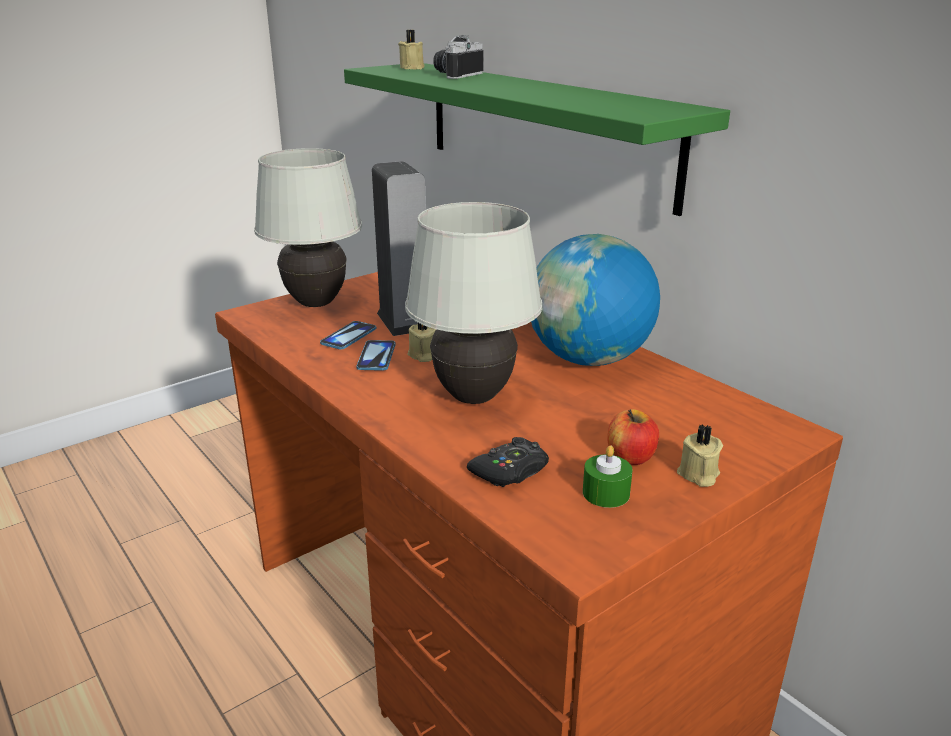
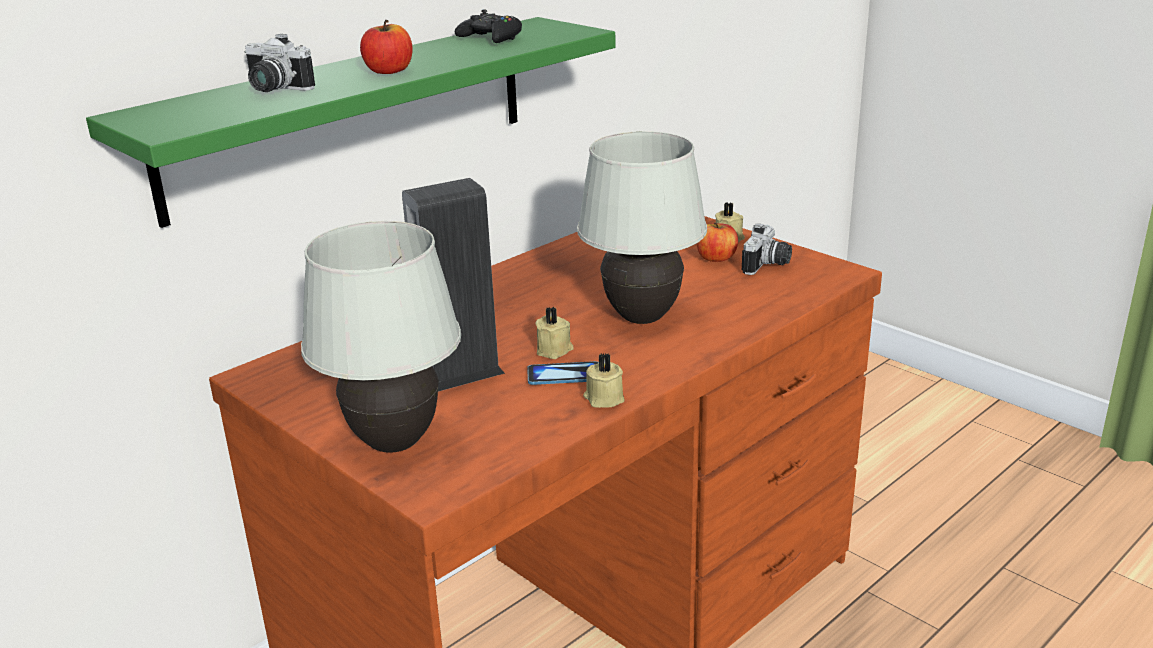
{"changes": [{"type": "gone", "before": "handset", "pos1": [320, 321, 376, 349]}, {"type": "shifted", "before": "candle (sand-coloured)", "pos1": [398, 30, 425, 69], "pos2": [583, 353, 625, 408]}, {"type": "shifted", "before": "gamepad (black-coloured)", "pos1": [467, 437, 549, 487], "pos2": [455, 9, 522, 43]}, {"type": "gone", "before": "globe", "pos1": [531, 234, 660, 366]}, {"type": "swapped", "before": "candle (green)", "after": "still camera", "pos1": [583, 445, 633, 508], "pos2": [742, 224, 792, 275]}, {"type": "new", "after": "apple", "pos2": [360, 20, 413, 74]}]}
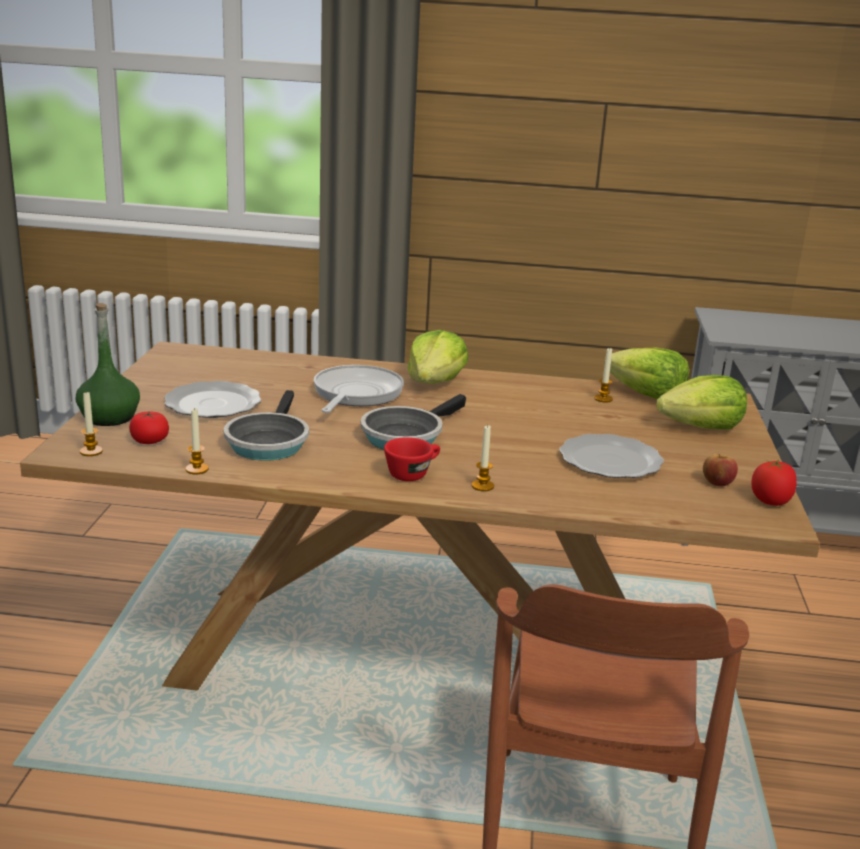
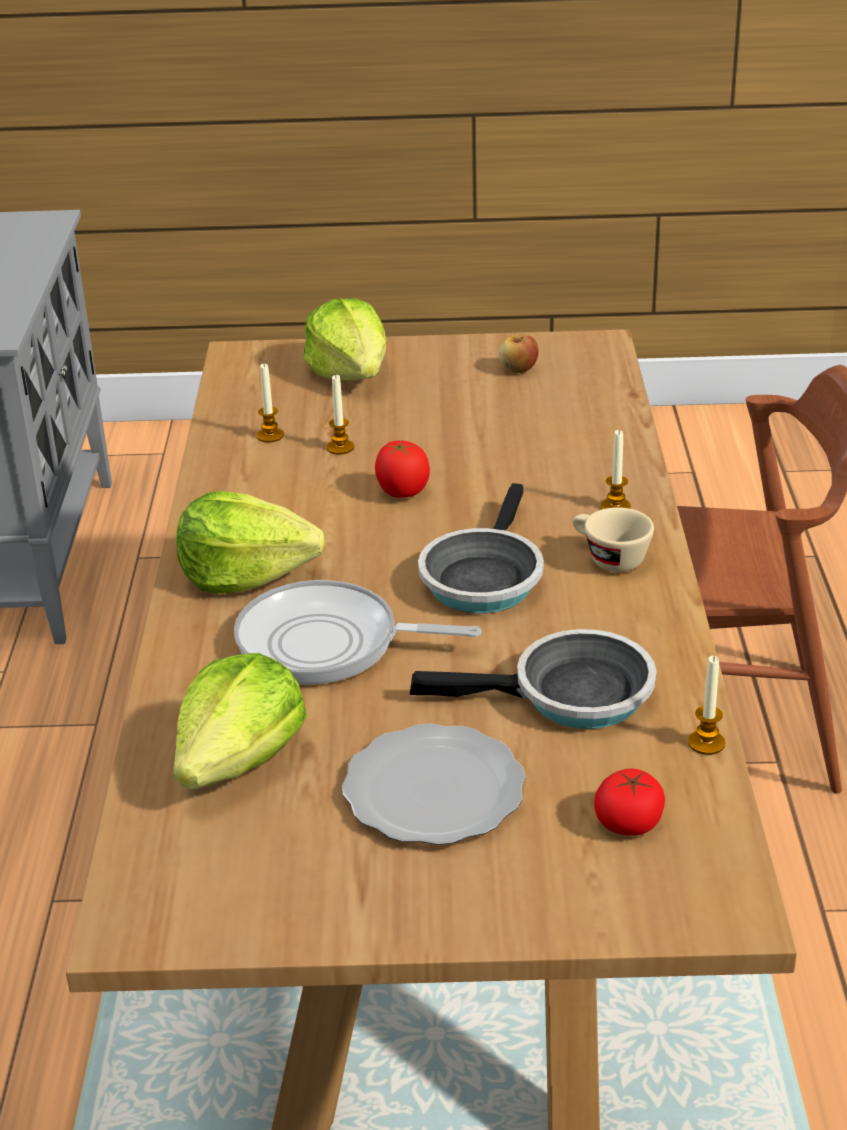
{"changes": [{"type": "gone", "before": "bottle (green)", "pos1": [76, 303, 140, 426]}, {"type": "shifted", "before": "candle", "pos1": [80, 392, 103, 456], "pos2": [327, 375, 354, 455]}, {"type": "rotated", "before": "skillet", "pos1": [360, 394, 466, 450], "pos2": [418, 483, 544, 613], "turn": 75}, {"type": "repainted", "before": "cup (red)", "after": "cup (sand-coloured)", "pos1": [384, 437, 440, 481], "pos2": [573, 507, 654, 572]}, {"type": "gone", "before": "flat dish", "pos1": [559, 434, 664, 478]}, {"type": "shifted", "before": "lettuce head", "pos1": [604, 347, 689, 399], "pos2": [173, 653, 307, 789]}, {"type": "shifted", "before": "whole tomato", "pos1": [751, 460, 797, 506], "pos2": [375, 440, 430, 498]}]}
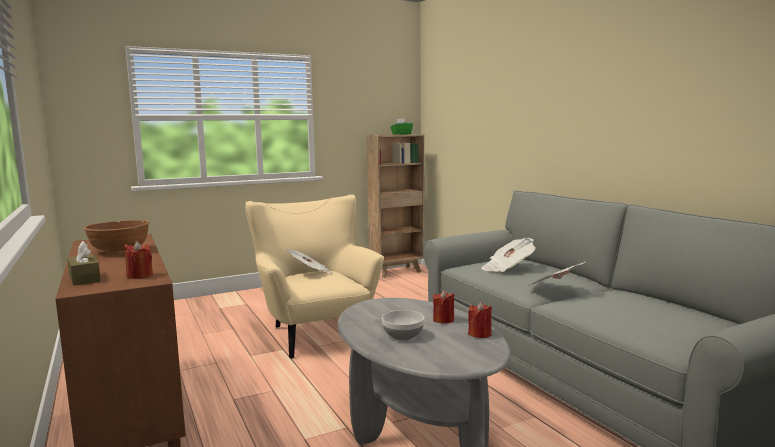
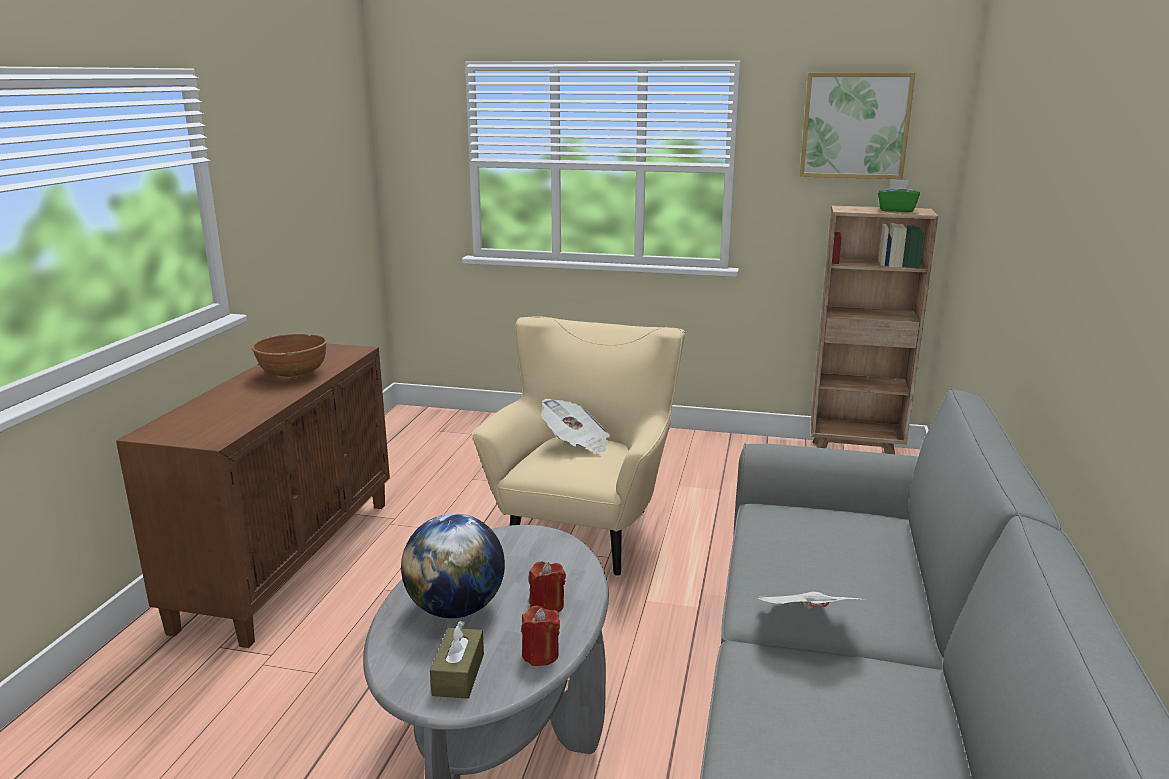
{"changes": [{"type": "shifted", "before": "tissue holder (brown-coloured)", "pos1": [67, 241, 101, 285], "pos2": [430, 621, 484, 699]}, {"type": "gone", "before": "candle (red)", "pos1": [125, 241, 153, 279]}, {"type": "swapped", "before": "bowl", "after": "globe", "pos1": [382, 310, 425, 340], "pos2": [401, 513, 505, 618]}, {"type": "gone", "before": "printed paper", "pos1": [481, 238, 535, 272]}, {"type": "new", "after": "picture", "pos2": [800, 73, 915, 179]}]}
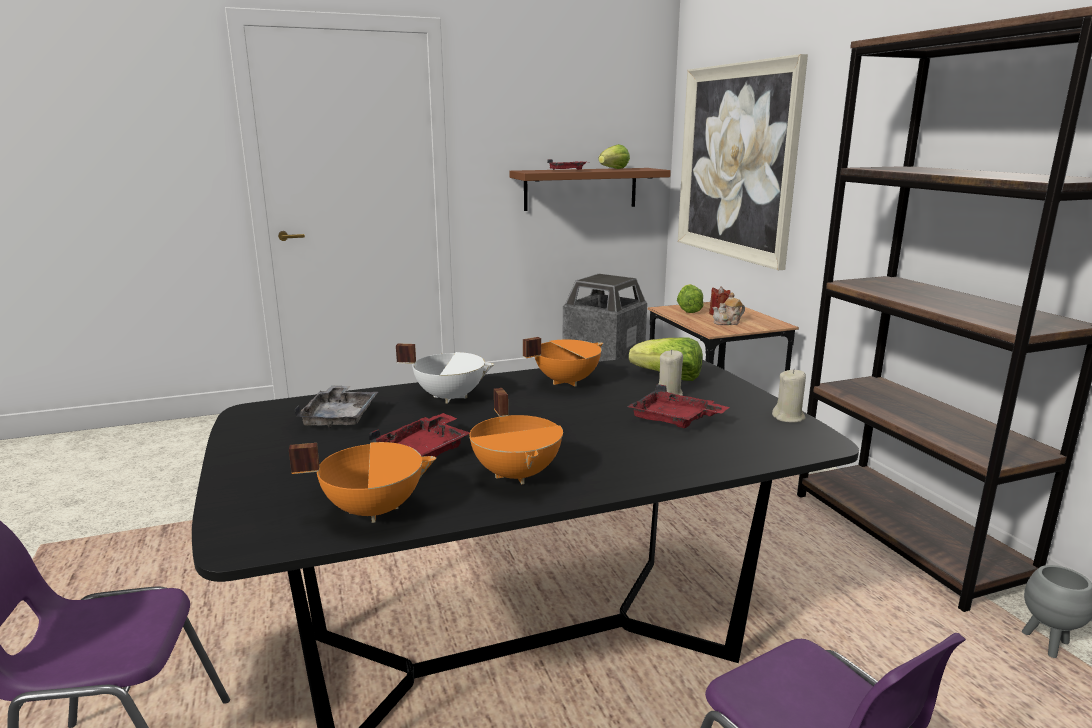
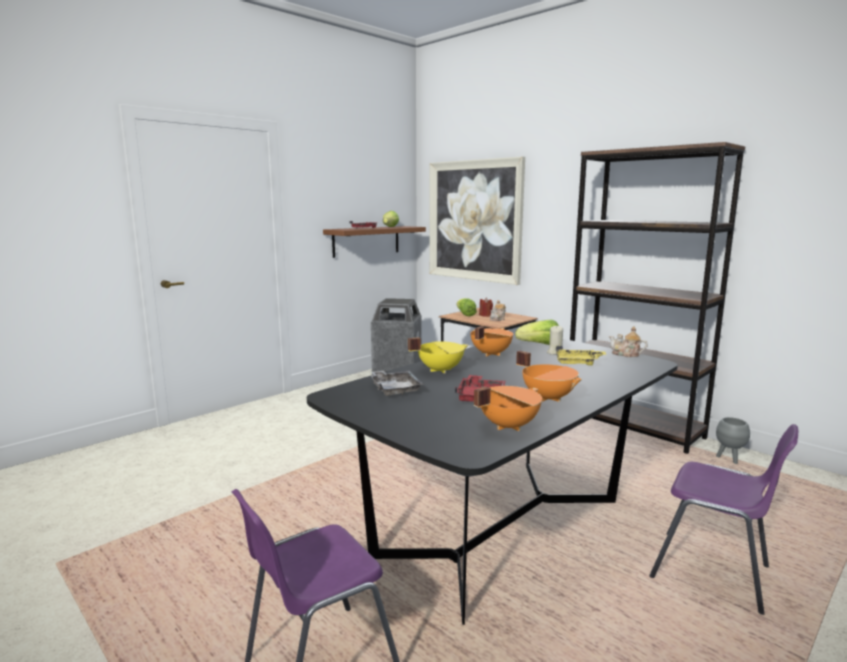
{"changes": [{"type": "repainted", "before": "cooking pot (white-coloured)", "after": "cooking pot (yellow-coloured)", "pos1": [396, 344, 494, 404], "pos2": [408, 337, 468, 374]}, {"type": "repainted", "before": "carrying tray (red)", "after": "carrying tray (yellow-coloured)", "pos1": [627, 384, 729, 428], "pos2": [556, 346, 606, 365]}, {"type": "swapped", "before": "candle (sand-coloured)", "after": "tea pot", "pos1": [772, 369, 806, 423], "pos2": [609, 326, 648, 357]}]}
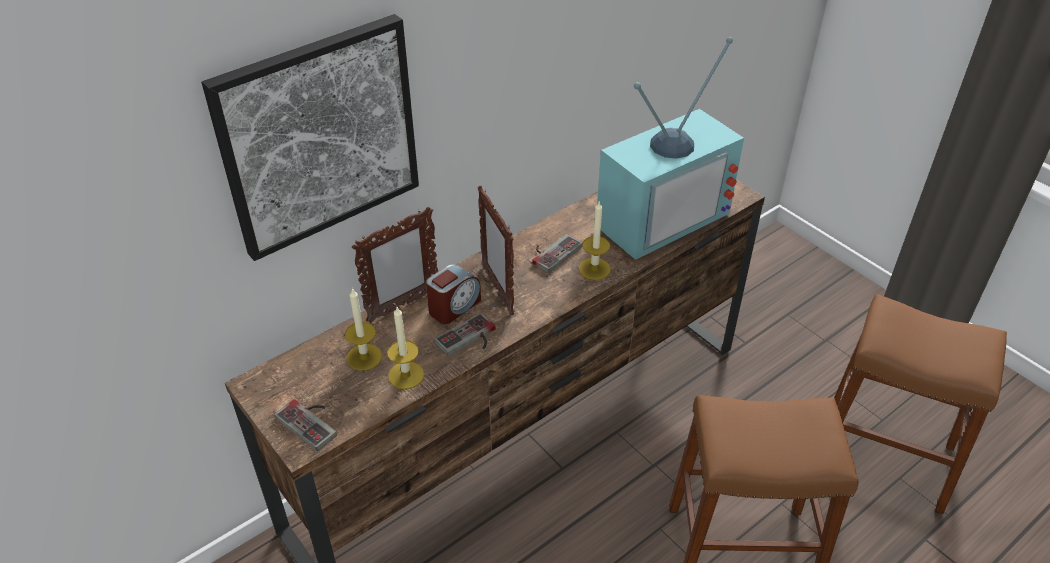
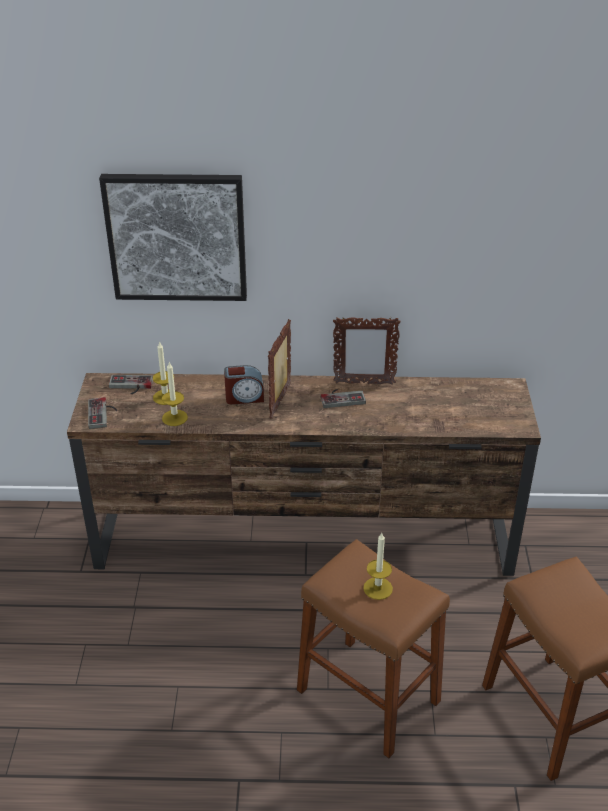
{"changes": [{"type": "shifted", "before": "photo frame", "pos1": [352, 207, 438, 323], "pos2": [333, 316, 401, 385]}, {"type": "shifted", "before": "gamepad", "pos1": [434, 313, 496, 356], "pos2": [109, 375, 153, 394]}, {"type": "shifted", "before": "candle", "pos1": [579, 200, 611, 280], "pos2": [363, 533, 393, 600]}, {"type": "gone", "before": "TV set", "pos1": [597, 37, 744, 260]}]}
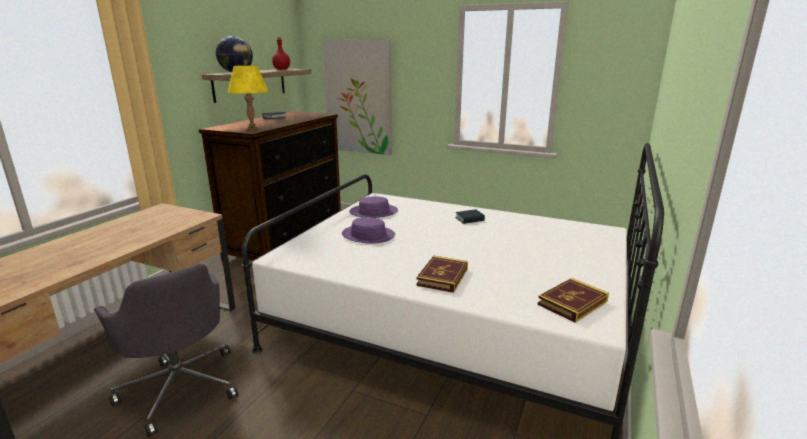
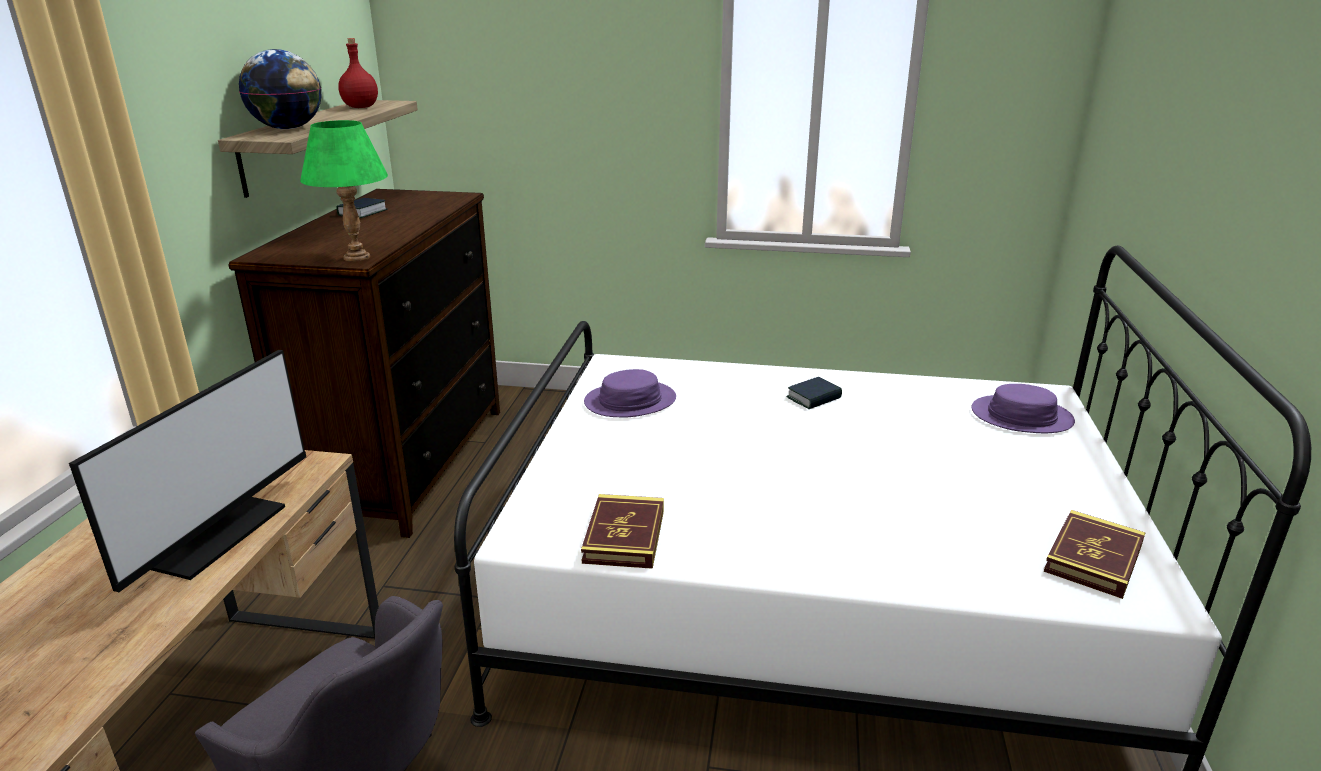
{"changes": [{"type": "repainted", "before": "tabletop lamp (yellow-coloured)", "after": "tabletop lamp (green)", "pos1": [228, 65, 268, 132], "pos2": [300, 120, 388, 262]}, {"type": "gone", "before": "picture", "pos1": [323, 39, 392, 155]}, {"type": "shifted", "before": "wearable hat (purple)", "pos1": [342, 217, 395, 244], "pos2": [972, 384, 1075, 433]}, {"type": "shifted", "before": "book", "pos1": [416, 256, 468, 293], "pos2": [581, 494, 664, 569]}, {"type": "new", "after": "computer display", "pos2": [69, 350, 306, 592]}]}
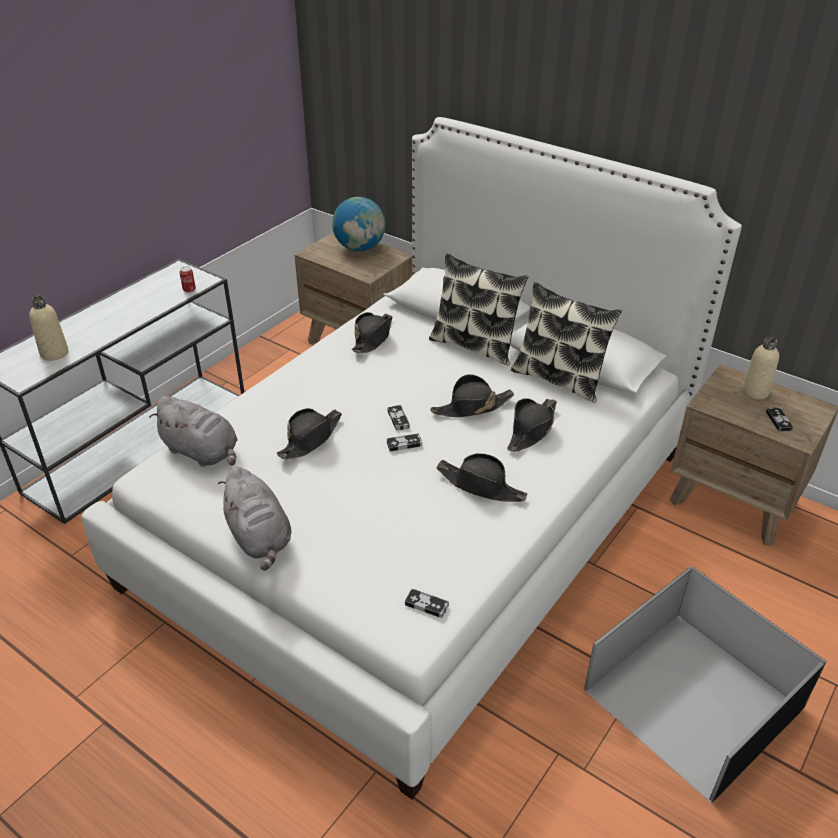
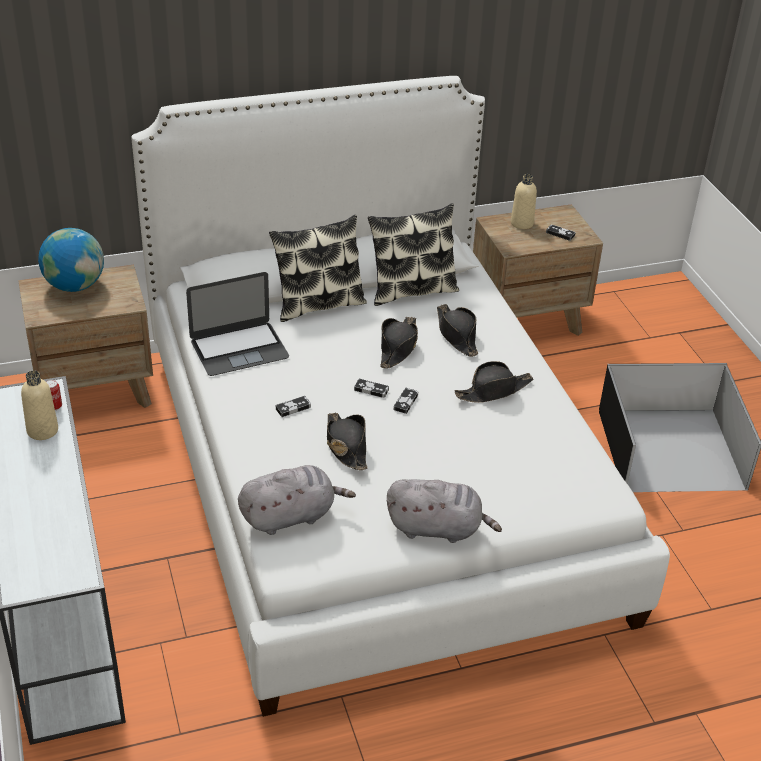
{"changes": [{"type": "shifted", "before": "bottle (sand-coloured)", "pos1": [29, 296, 68, 361], "pos2": [21, 370, 58, 440]}, {"type": "swapped", "before": "wearable hat (black-coloured)", "after": "notebook computer", "pos1": [352, 312, 393, 353], "pos2": [186, 272, 289, 376]}, {"type": "shifted", "before": "gamepad", "pos1": [405, 589, 449, 618], "pos2": [276, 396, 311, 417]}]}
